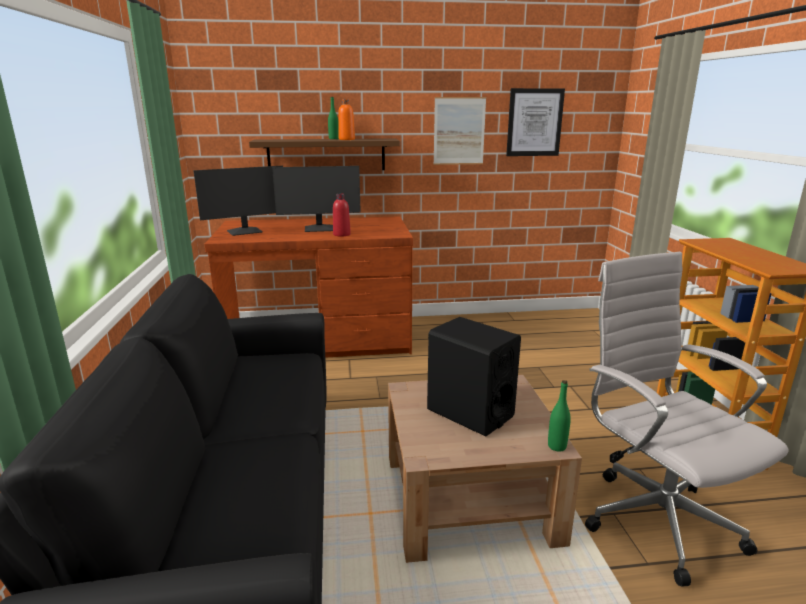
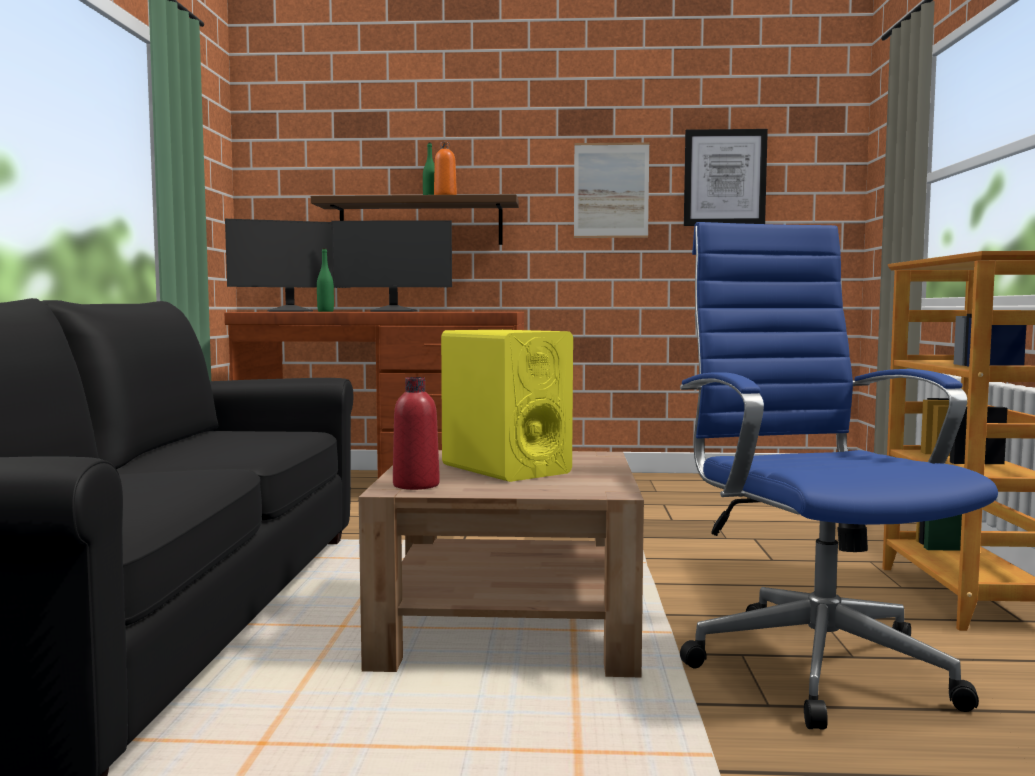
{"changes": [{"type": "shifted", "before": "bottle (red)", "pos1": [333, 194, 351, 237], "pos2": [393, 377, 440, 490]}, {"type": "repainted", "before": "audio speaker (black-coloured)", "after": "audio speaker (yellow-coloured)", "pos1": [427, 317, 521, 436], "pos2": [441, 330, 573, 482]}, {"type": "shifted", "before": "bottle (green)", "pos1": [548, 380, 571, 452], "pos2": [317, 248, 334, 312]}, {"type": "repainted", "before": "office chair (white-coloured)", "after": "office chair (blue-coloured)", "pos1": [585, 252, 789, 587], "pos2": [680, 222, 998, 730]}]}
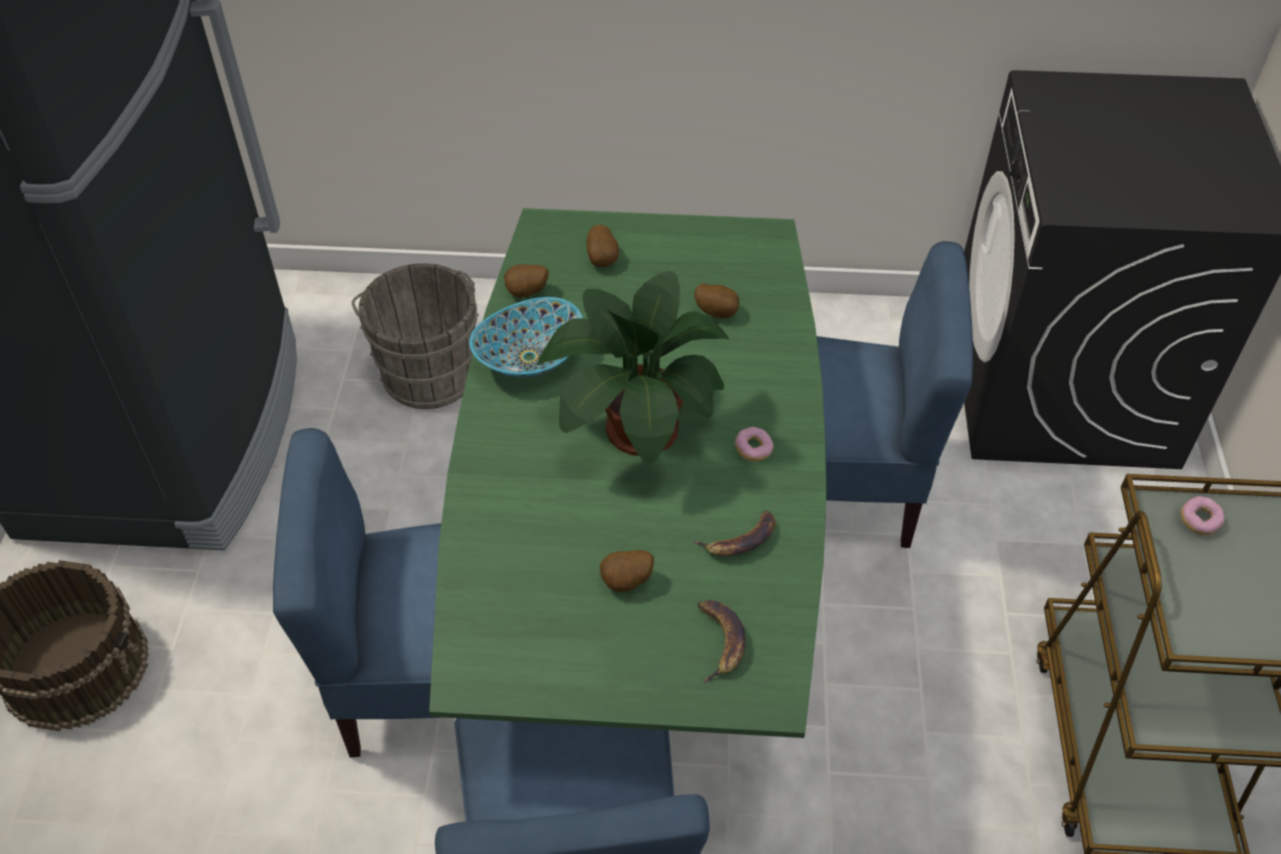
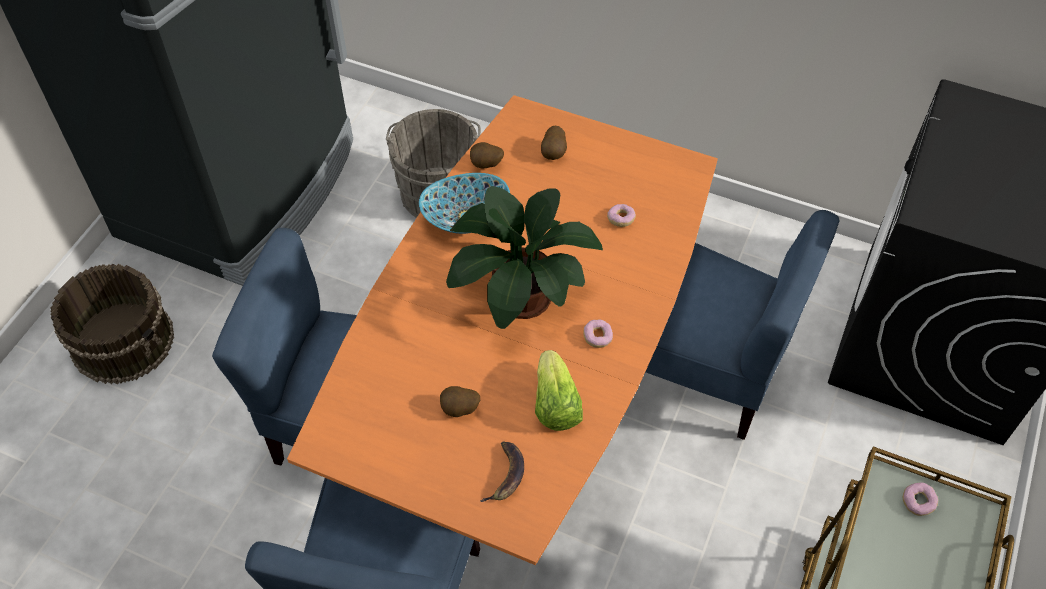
{"changes": [{"type": "repainted", "before": "dining table (green)", "after": "dining table (orange)", "pos1": [429, 208, 826, 738], "pos2": [287, 95, 718, 565]}, {"type": "swapped", "before": "banana fruit", "after": "lettuce head", "pos1": [693, 510, 776, 556], "pos2": [535, 350, 583, 431]}, {"type": "swapped", "before": "potato", "after": "ring doughnut", "pos1": [695, 283, 739, 318], "pos2": [607, 204, 636, 227]}]}
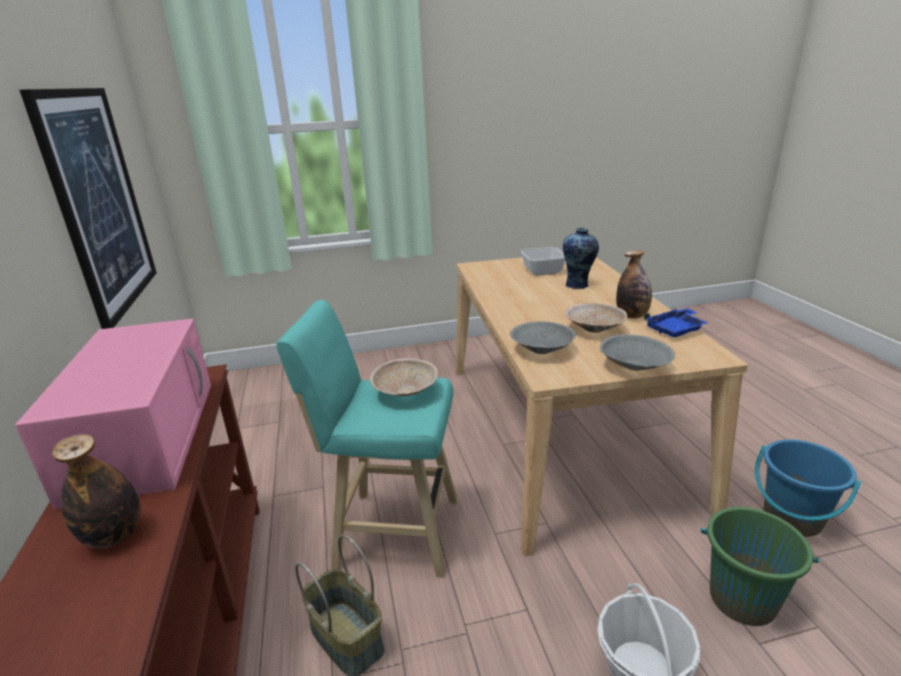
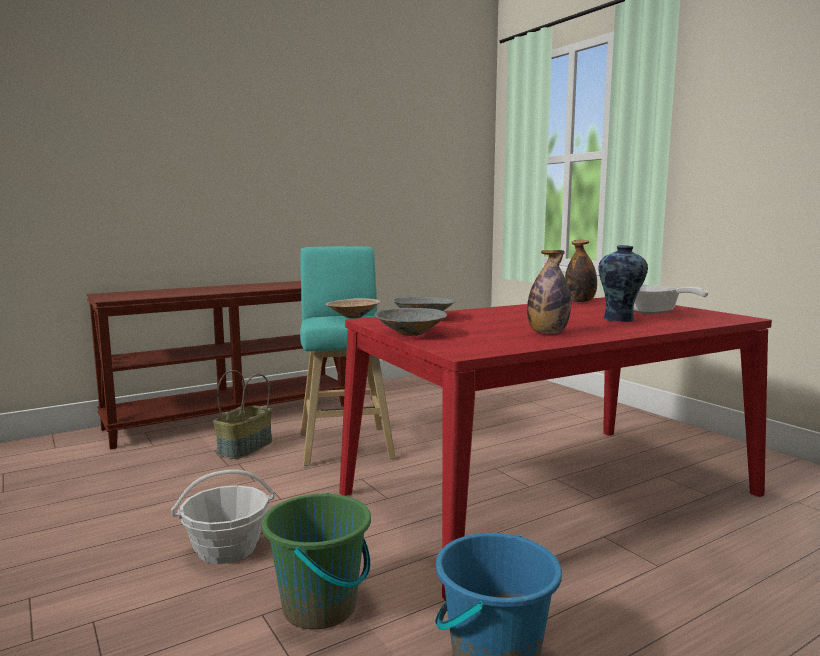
{"changes": [{"type": "gone", "before": "microwave oven (pinkish)", "pos1": [15, 319, 211, 509]}, {"type": "gone", "before": "picture", "pos1": [19, 88, 157, 329]}, {"type": "shifted", "before": "bottle", "pos1": [52, 434, 141, 548], "pos2": [565, 240, 597, 302]}, {"type": "repainted", "before": "dining table (sand-coloured)", "after": "dining table (red)", "pos1": [456, 257, 748, 556], "pos2": [339, 297, 772, 601]}, {"type": "gone", "before": "bowl (sand-coloured)", "pos1": [565, 303, 627, 333]}, {"type": "gone", "before": "carrying tray (blue-coloured)", "pos1": [643, 308, 708, 337]}]}
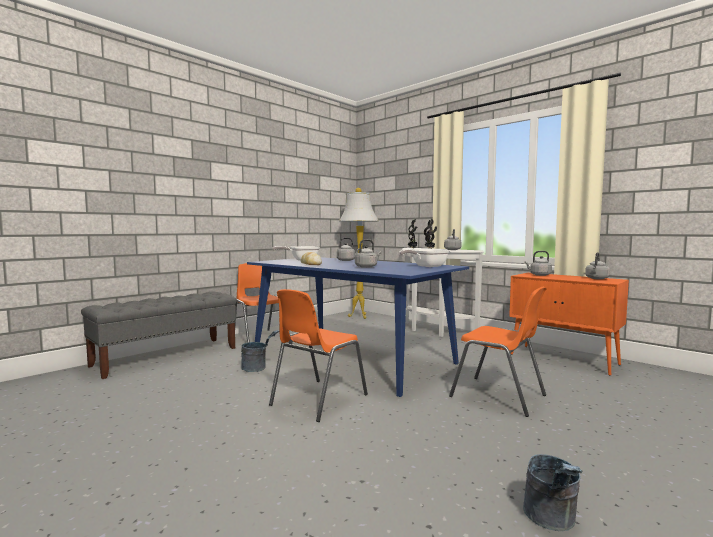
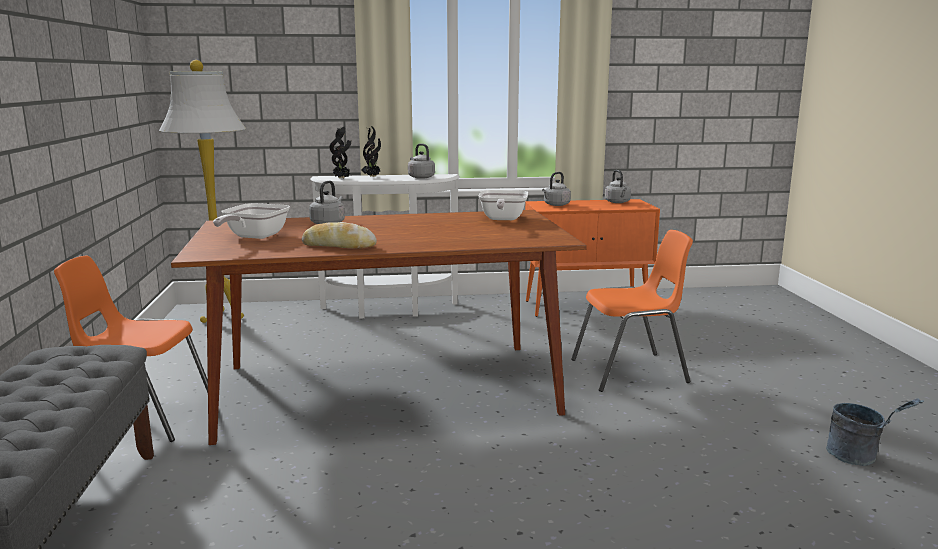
{"changes": [{"type": "gone", "before": "water bucket (greyish)", "pos1": [241, 330, 279, 372]}, {"type": "repainted", "before": "dining table (blue-coloured)", "after": "dining table (brown-coloured)", "pos1": [247, 257, 469, 397], "pos2": [171, 210, 587, 445]}, {"type": "gone", "before": "plain chair (orange)", "pos1": [269, 289, 368, 422]}, {"type": "gone", "before": "water kettle (greyish)", "pos1": [355, 239, 382, 268]}]}
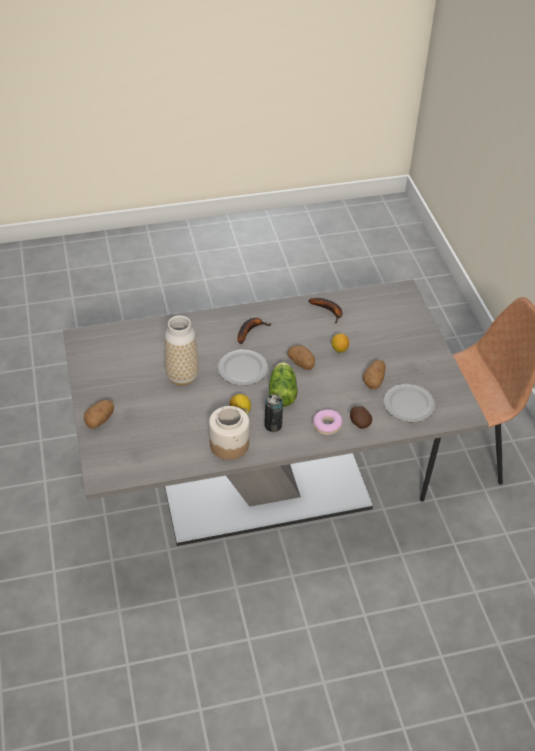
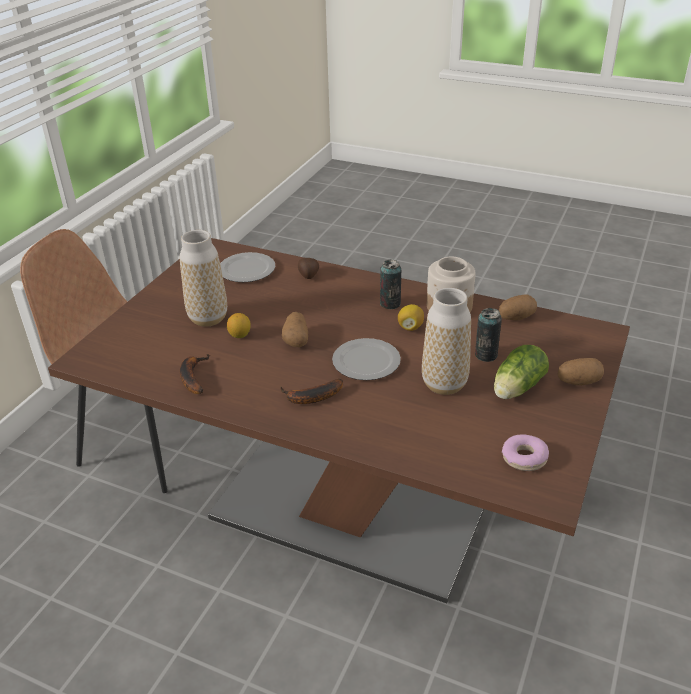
{"changes": [{"type": "repainted", "before": "dining table (greyish)", "after": "dining table (brown-coloured)", "pos1": [63, 279, 489, 546], "pos2": [48, 238, 630, 604]}, {"type": "shifted", "before": "lettuce head", "pos1": [269, 362, 298, 407], "pos2": [494, 345, 549, 399]}, {"type": "shifted", "before": "ring doughnut", "pos1": [313, 409, 342, 435], "pos2": [502, 434, 549, 471]}, {"type": "shifted", "before": "potato", "pos1": [363, 360, 386, 389], "pos2": [499, 294, 537, 321]}, {"type": "new", "after": "flower vase", "pos2": [180, 230, 227, 327]}, {"type": "new", "after": "can", "pos2": [475, 308, 502, 362]}]}
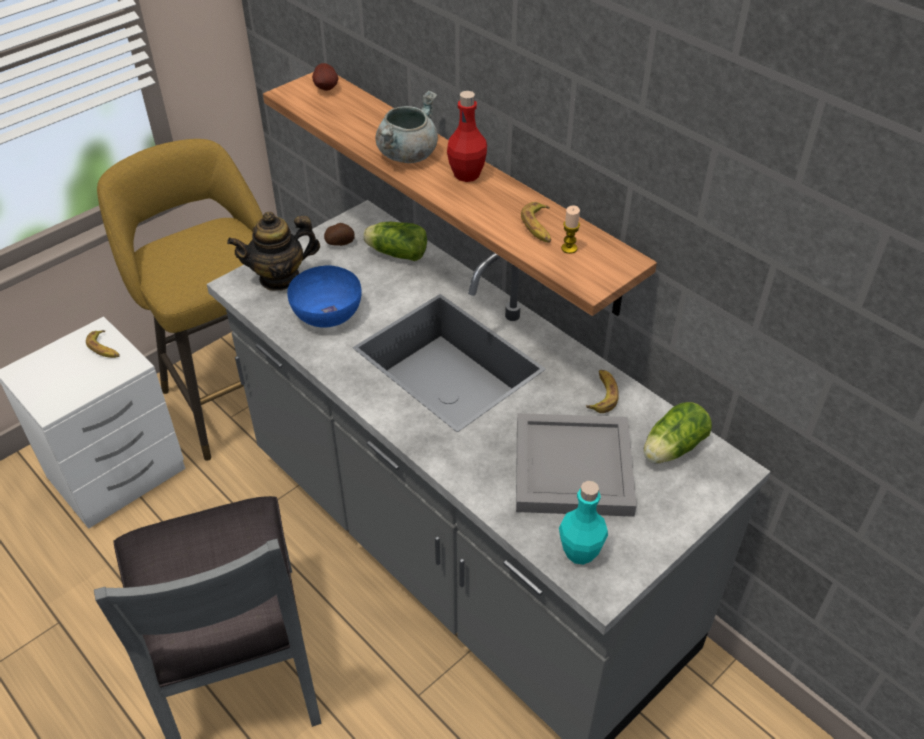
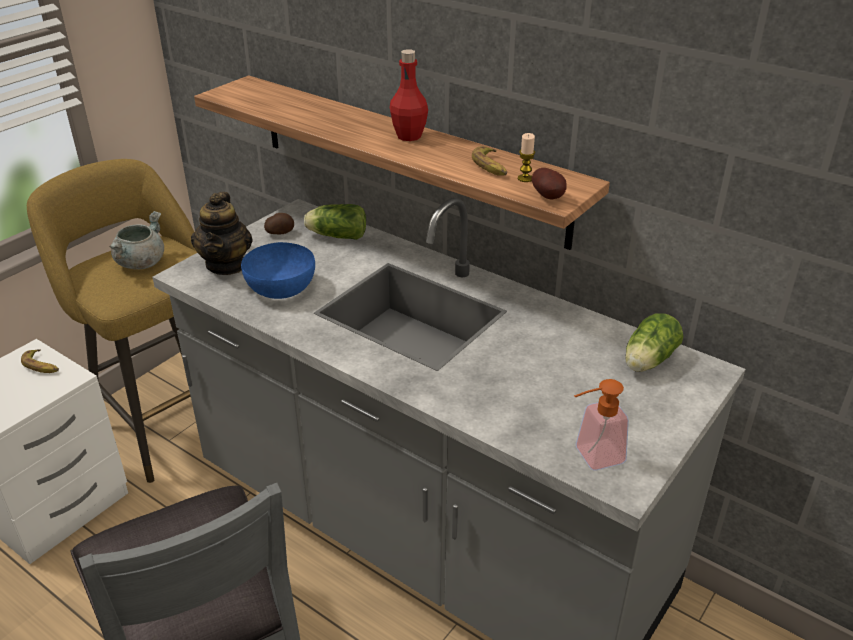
{"changes": [{"type": "rotated", "before": "tea pot", "pos1": [227, 212, 320, 290], "pos2": [191, 192, 253, 275], "turn": -60}, {"type": "shifted", "before": "potato", "pos1": [312, 63, 338, 91], "pos2": [532, 168, 567, 200]}, {"type": "shifted", "before": "cooking pot (greyish)", "pos1": [376, 90, 438, 163], "pos2": [109, 211, 164, 269]}, {"type": "gone", "before": "carrying tray (greyish)", "pos1": [516, 413, 636, 517]}, {"type": "swapped", "before": "bottle (turquoise)", "after": "liquid soap bottle", "pos1": [559, 481, 608, 565], "pos2": [574, 379, 629, 471]}, {"type": "gone", "before": "banana fruit", "pos1": [586, 370, 619, 413]}]}
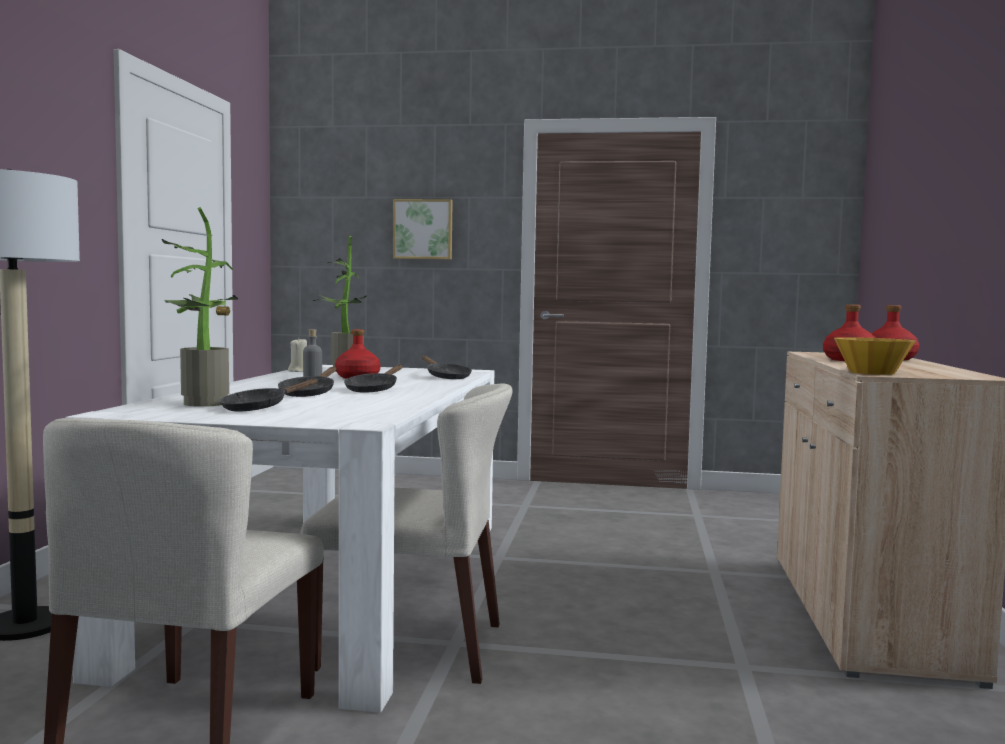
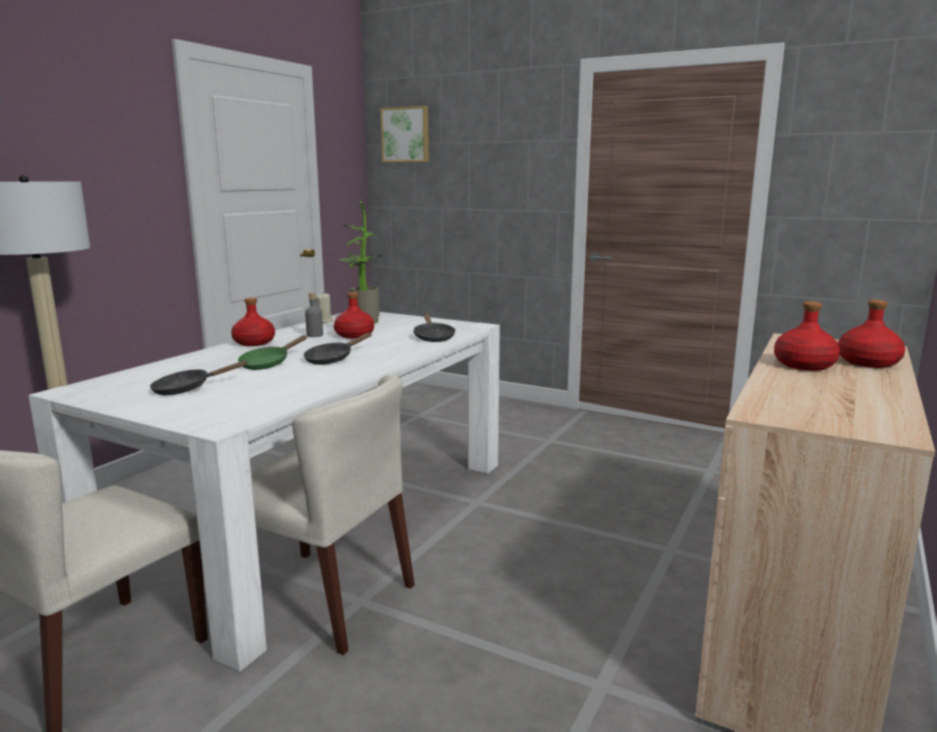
{"changes": [{"type": "gone", "before": "potted plant", "pos1": [162, 207, 238, 407]}, {"type": "repainted", "before": "skillet (black-coloured)", "after": "skillet (green)", "pos1": [278, 367, 336, 397], "pos2": [238, 335, 307, 370]}, {"type": "shifted", "before": "picture", "pos1": [393, 199, 453, 259], "pos2": [381, 106, 429, 162]}, {"type": "gone", "before": "bowl", "pos1": [834, 337, 916, 375]}, {"type": "new", "after": "bottle (red)", "pos2": [231, 298, 275, 346]}]}
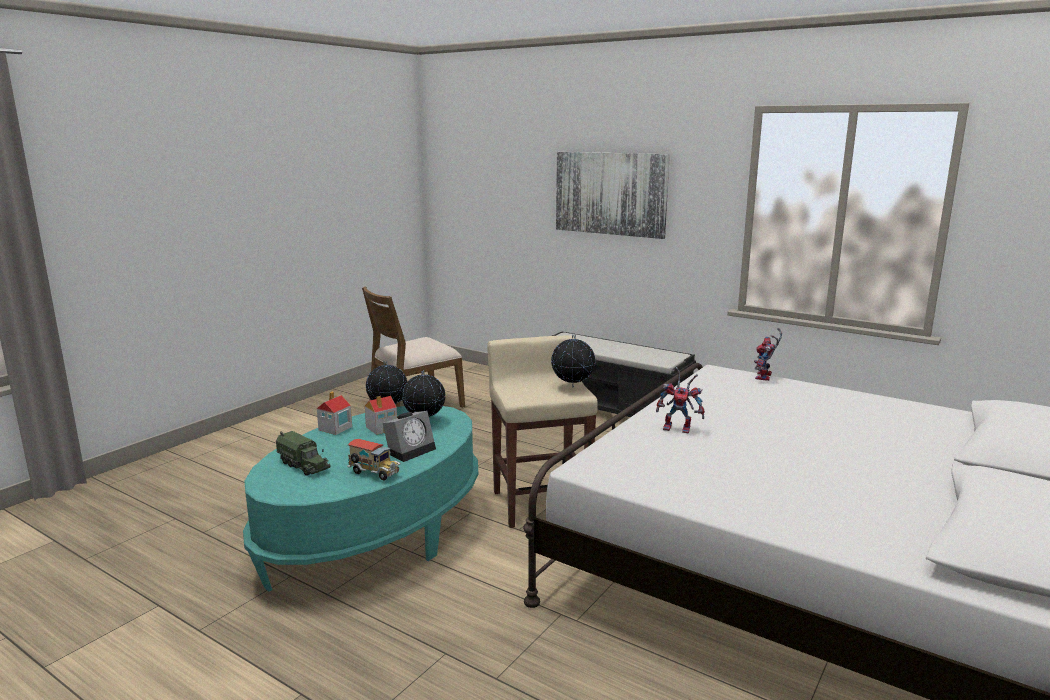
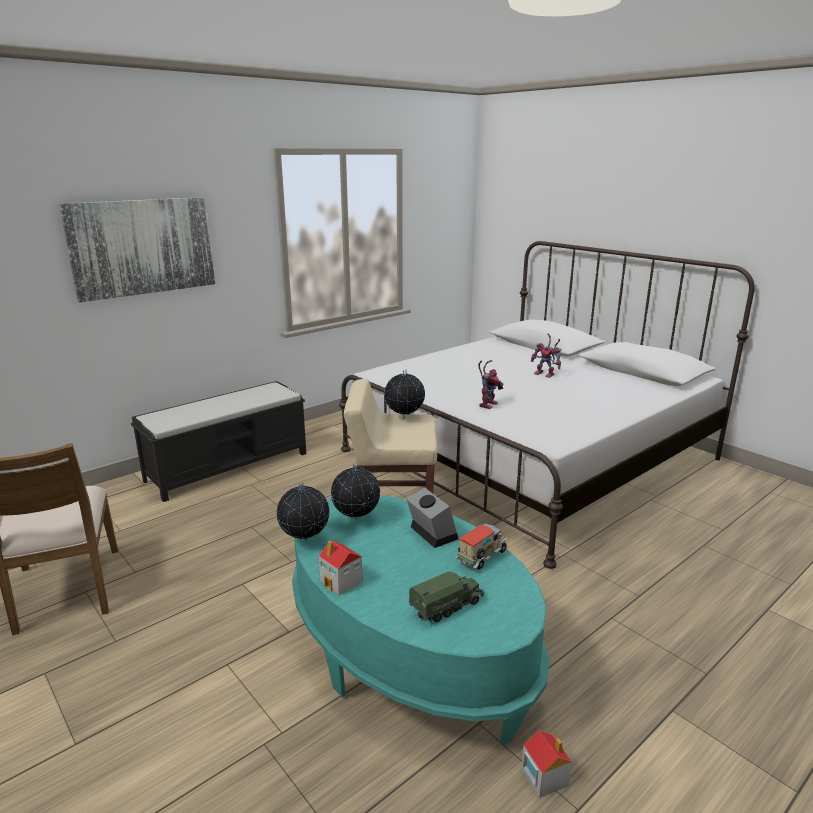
{"changes": [{"type": "shifted", "before": "toy house", "pos1": [365, 396, 397, 435], "pos2": [521, 730, 572, 798]}, {"type": "shifted", "before": "toy robot", "pos1": [754, 328, 782, 381], "pos2": [531, 333, 562, 378]}]}
